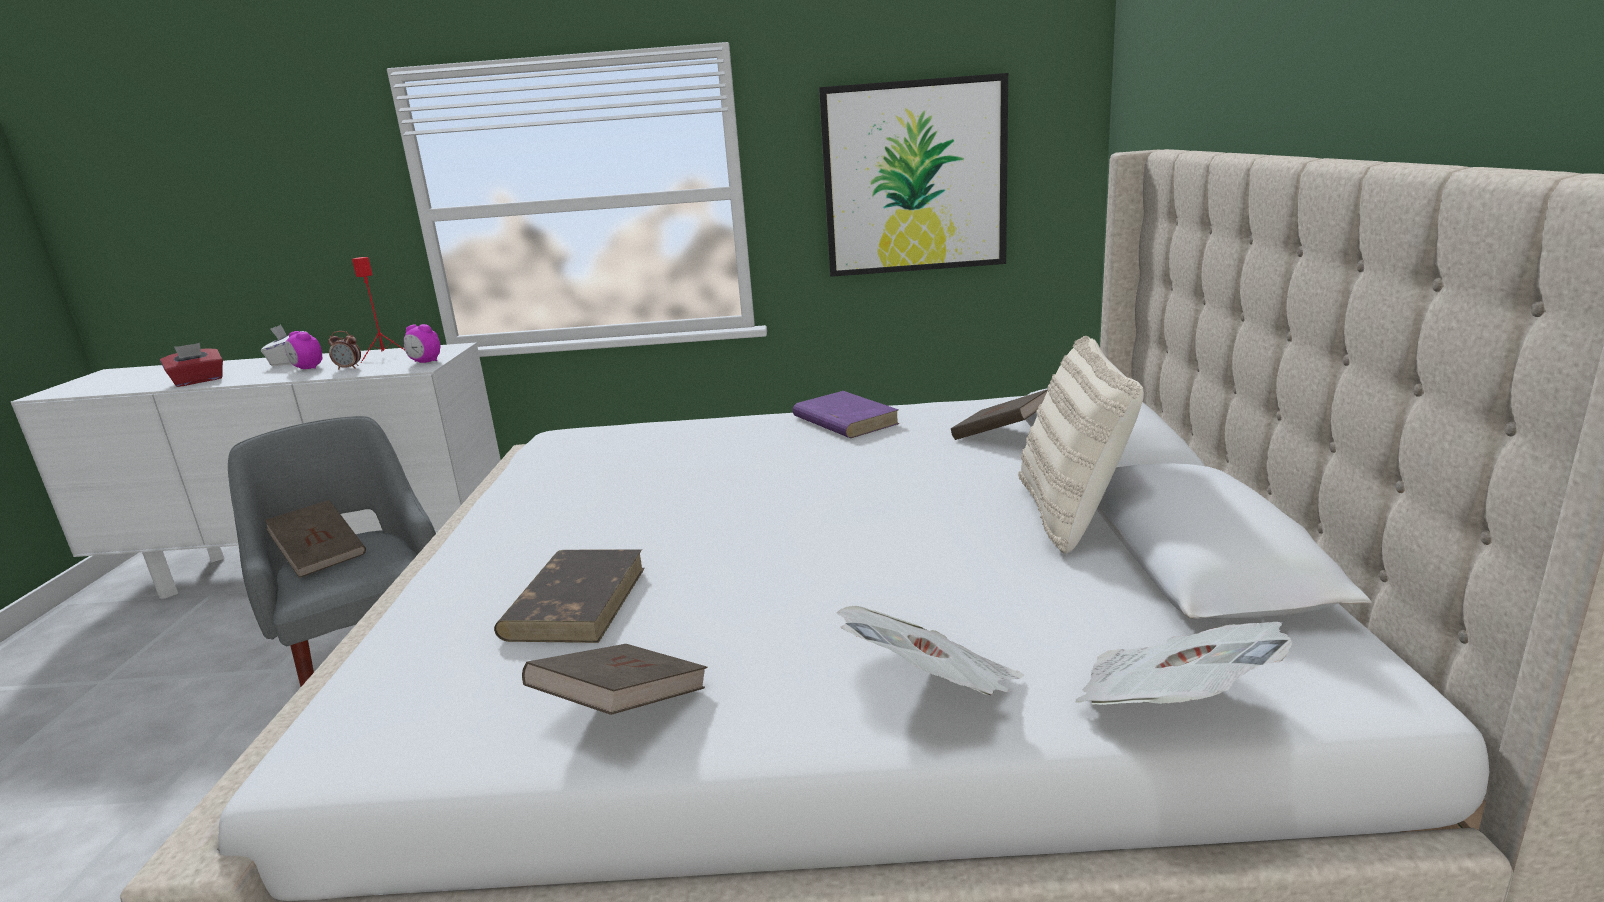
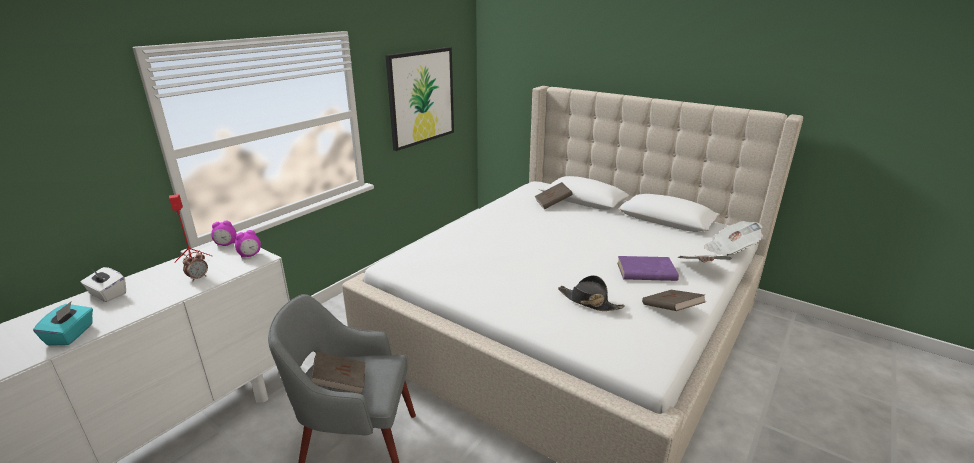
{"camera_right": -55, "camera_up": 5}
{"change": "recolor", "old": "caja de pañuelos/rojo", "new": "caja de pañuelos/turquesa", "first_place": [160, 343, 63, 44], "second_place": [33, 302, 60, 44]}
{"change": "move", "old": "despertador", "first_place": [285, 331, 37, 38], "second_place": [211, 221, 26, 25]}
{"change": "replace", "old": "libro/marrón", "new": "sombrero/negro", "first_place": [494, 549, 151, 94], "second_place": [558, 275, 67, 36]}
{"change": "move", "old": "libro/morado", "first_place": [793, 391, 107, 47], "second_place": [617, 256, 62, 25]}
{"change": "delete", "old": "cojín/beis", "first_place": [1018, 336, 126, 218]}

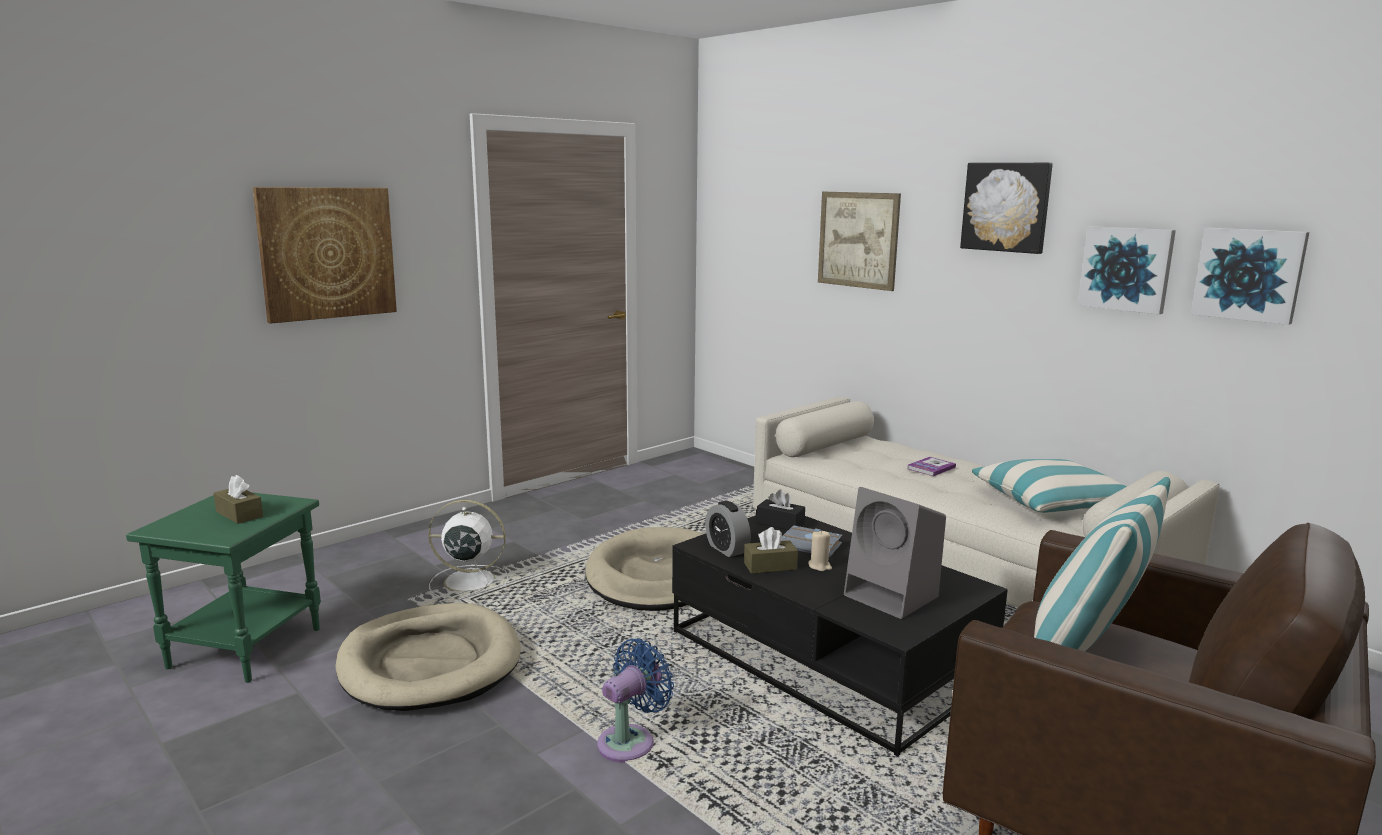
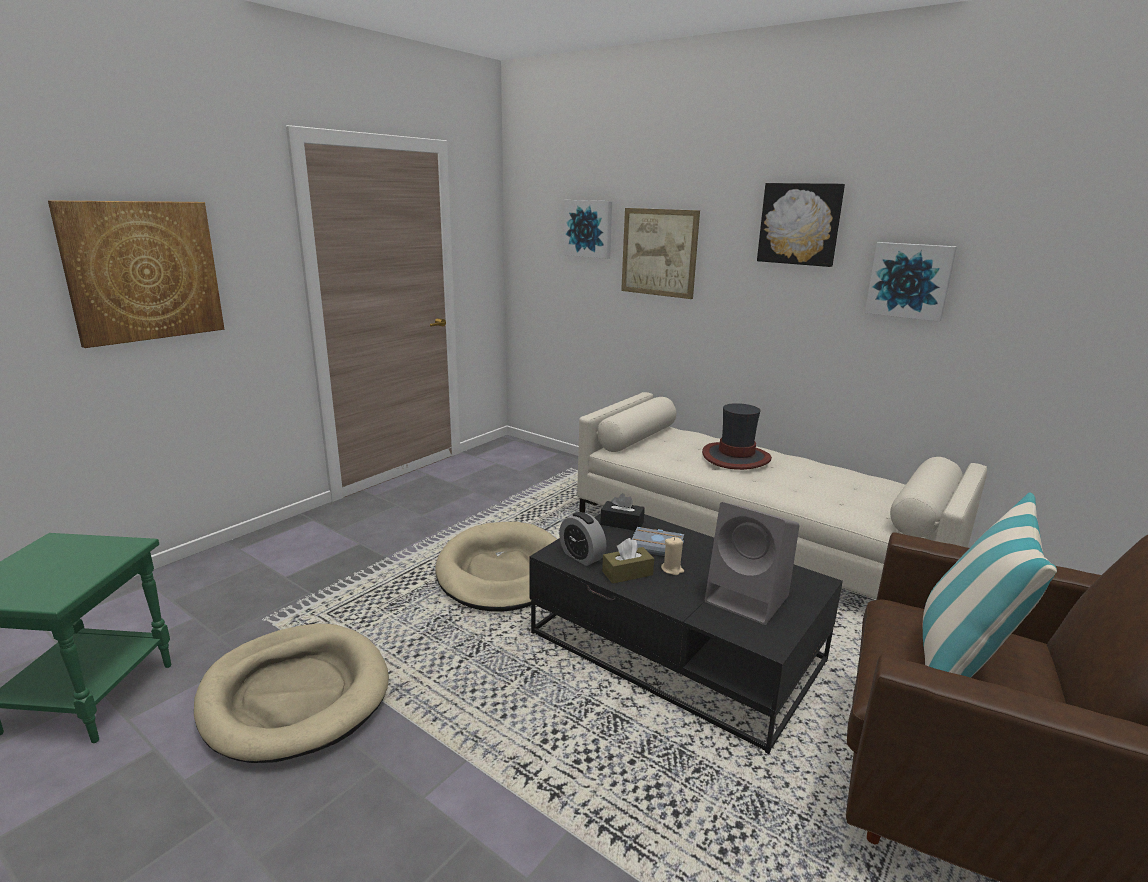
{"camera_right": -10, "camera_up": 5}
{"change": "delete", "old": "caja de pañuelos/marrón", "first_place": [214, 475, 49, 49]}
{"change": "delete", "old": "ventilador/blanco", "first_place": [428, 500, 80, 97]}
{"change": "delete", "old": "ventilador/azul", "first_place": [597, 638, 77, 125]}
{"change": "replace", "old": "libro", "new": "sombrero", "first_place": [908, 457, 48, 19], "second_place": [702, 403, 70, 67]}
{"change": "delete", "old": "cojín", "first_place": [972, 459, 155, 54]}
{"change": "move", "old": "cuadro", "first_place": [1191, 228, 118, 97], "second_place": [564, 200, 48, 59]}

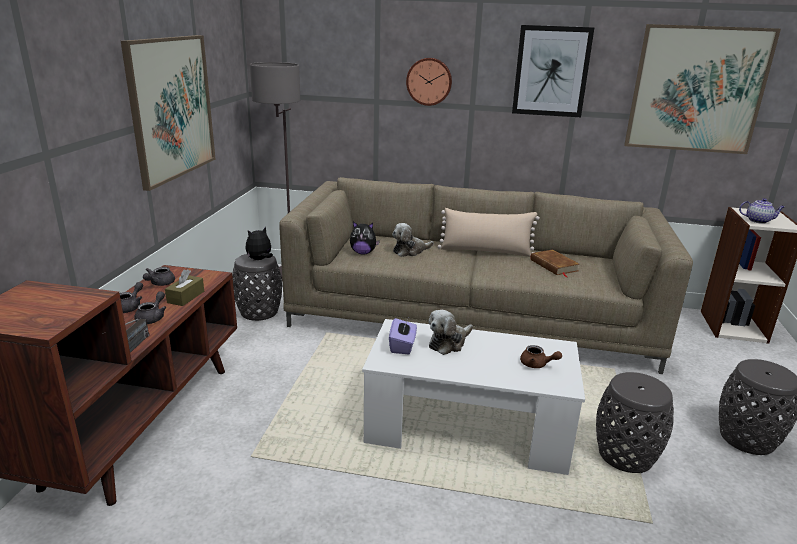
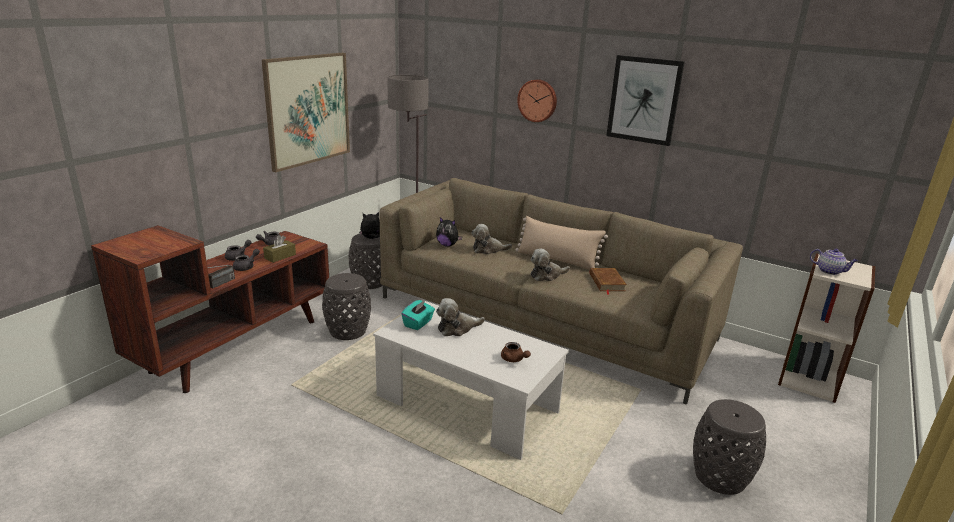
{"camera_right": 20, "camera_up": 0}
{"change": "recolor", "old": "caja de pañuelos/morado", "new": "caja de pañuelos/turquesa", "first_place": [389, 318, 28, 36], "second_place": [401, 300, 34, 30]}
{"change": "move", "old": "taburete/gris", "first_place": [596, 372, 78, 101], "second_place": [322, 273, 49, 67]}
{"change": "delete", "old": "cuadro", "first_place": [624, 24, 157, 130]}
{"change": "insert", "new": "peluche", "second_place": [531, 249, 39, 32]}

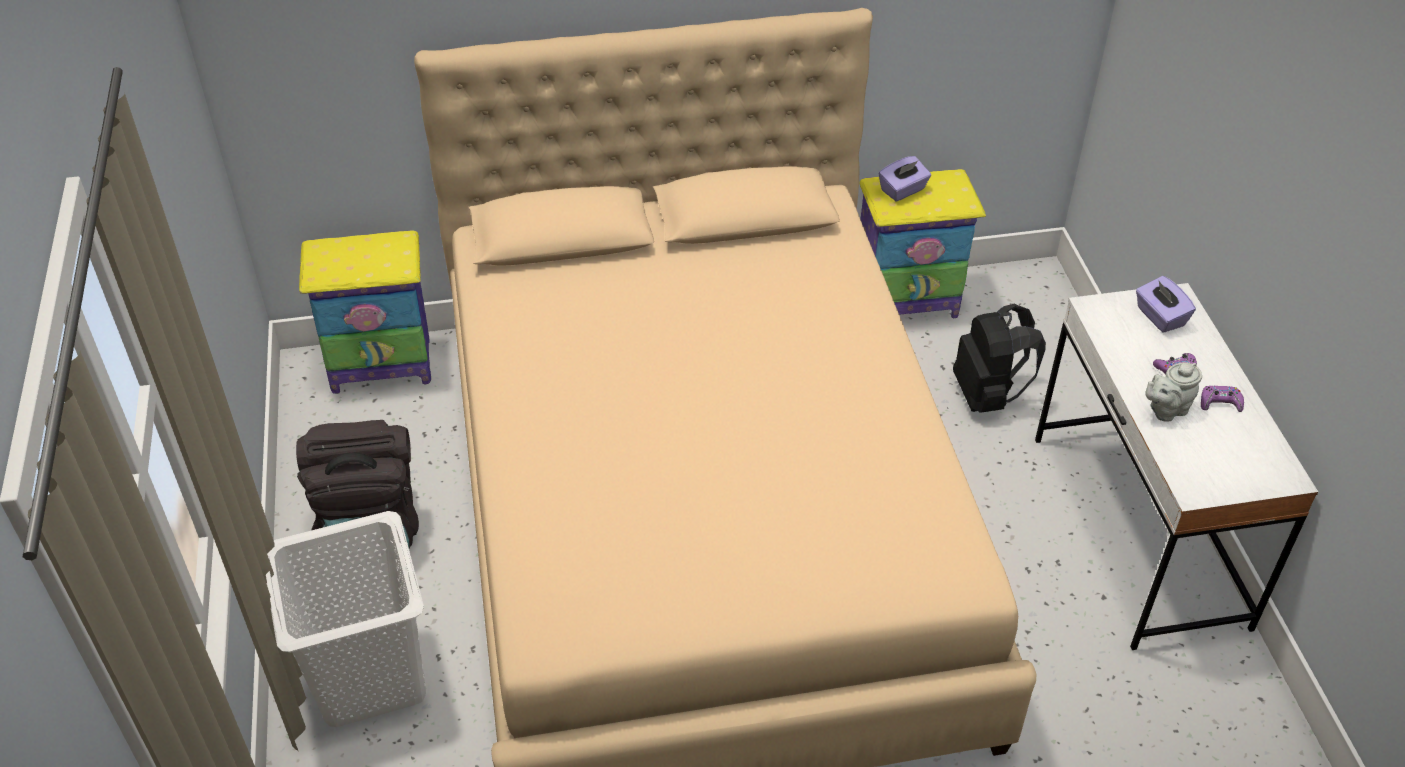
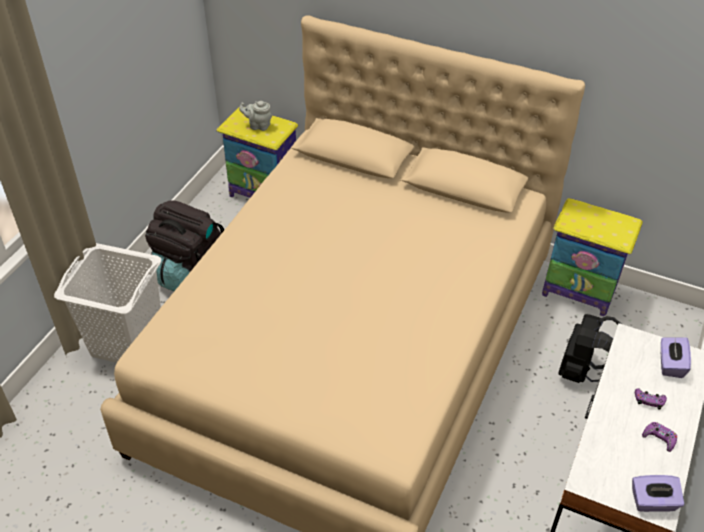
{"camera_right": 35, "camera_up": 0}
{"change": "move", "old": "caja de pañuelos/morado", "first_place": [879, 156, 52, 45], "second_place": [632, 475, 52, 37]}
{"change": "move", "old": "tetera/gris", "first_place": [1145, 362, 57, 60], "second_place": [239, 101, 33, 30]}

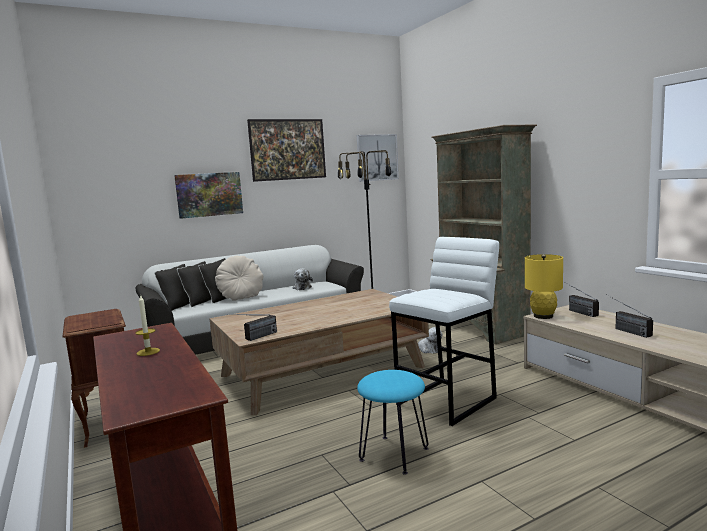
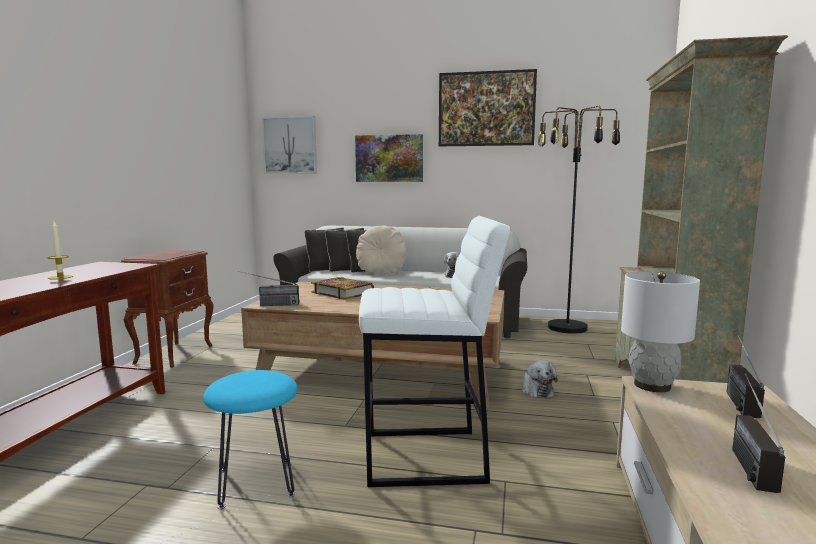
{"camera_right": 40, "camera_up": 0}
{"change": "move", "old": "cuadro", "first_place": [357, 134, 42, 48], "second_place": [262, 116, 55, 58]}
{"change": "recolor", "old": "lámpara de mesa/amarillo", "new": "lámpara de mesa/blanco", "first_place": [525, 254, 38, 65], "second_place": [621, 272, 79, 120]}
{"change": "insert", "new": "libro", "second_place": [311, 277, 63, 23]}

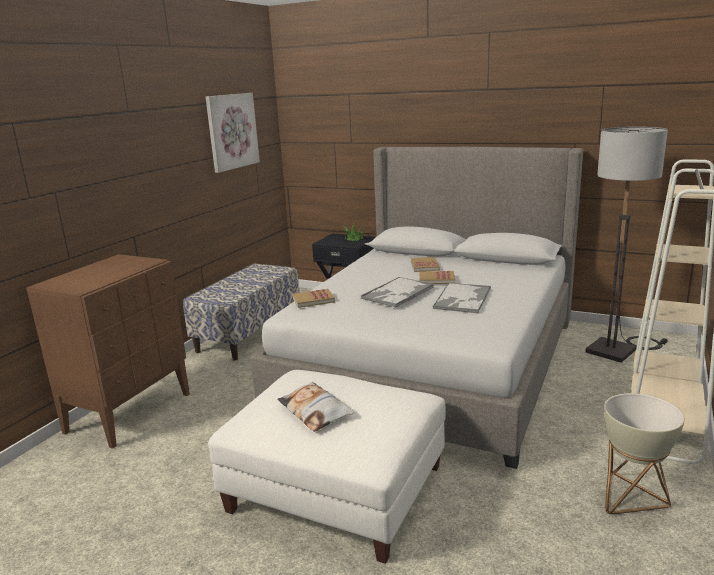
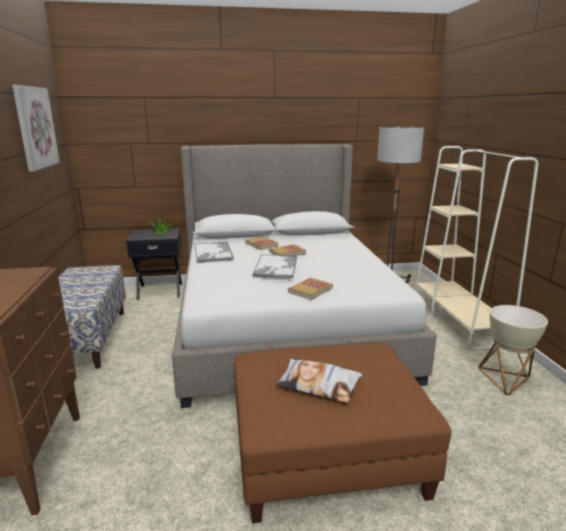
{"camera_right": -35, "camera_up": 0}
{"change": "recolor", "old": "puf/blanco", "new": "puf/marrón", "first_place": [208, 370, 238, 194], "second_place": [234, 343, 217, 180]}
{"change": "move", "old": "libro", "first_place": [292, 289, 43, 19], "second_place": [288, 278, 45, 22]}
{"change": "move", "old": "bandeja", "first_place": [433, 283, 58, 30], "second_place": [194, 242, 40, 21]}

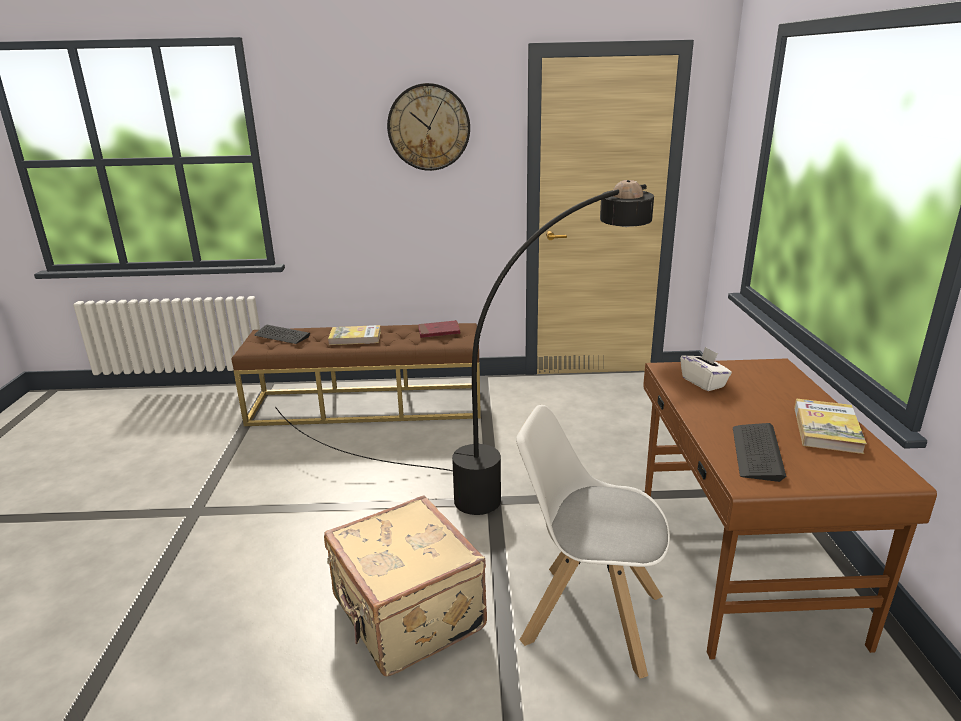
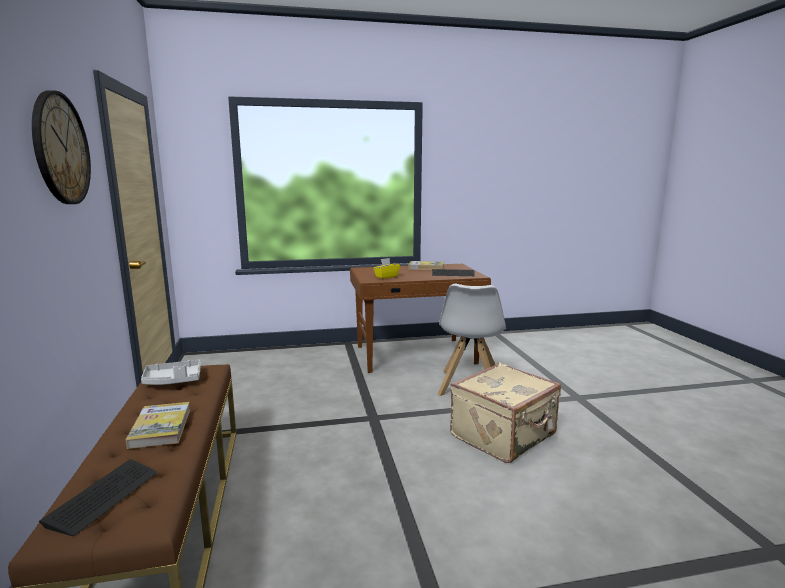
{"camera_right": -100, "camera_up": -10}
{"change": "delete", "old": "lámpara de pie/negro", "first_place": [275, 180, 379, 335]}
{"change": "replace", "old": "libro/rojo", "new": "bandeja/gris", "first_place": [418, 320, 42, 18], "second_place": [141, 360, 60, 25]}
{"change": "recolor", "old": "caja de pañuelos/blanco", "new": "caja de pañuelos/amarillo", "first_place": [680, 347, 52, 44], "second_place": [373, 258, 27, 21]}

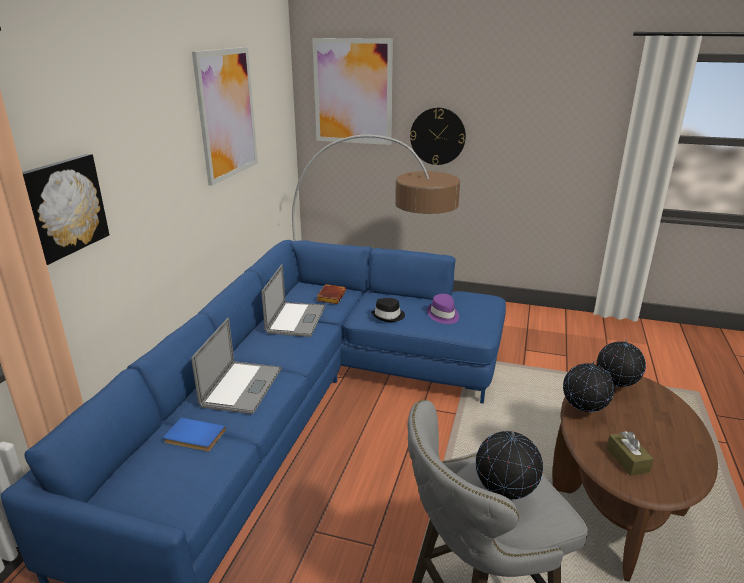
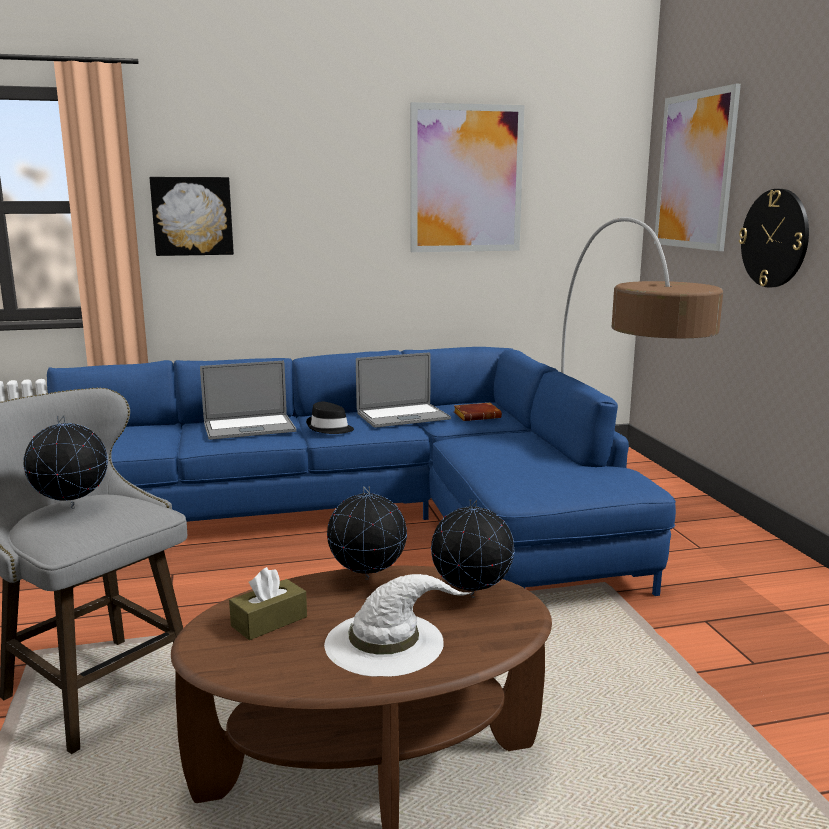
{"camera_right": 60, "camera_up": -10}
{"change": "delete", "old": "libro/azul", "first_place": [163, 417, 63, 35]}
{"change": "move", "old": "sombrero/negro", "first_place": [371, 298, 34, 24], "second_place": [306, 402, 48, 32]}
{"change": "delete", "old": "sombrero/morado", "first_place": [427, 294, 32, 30]}
{"change": "insert", "new": "sombrero/blanco", "second_place": [324, 574, 148, 102]}

